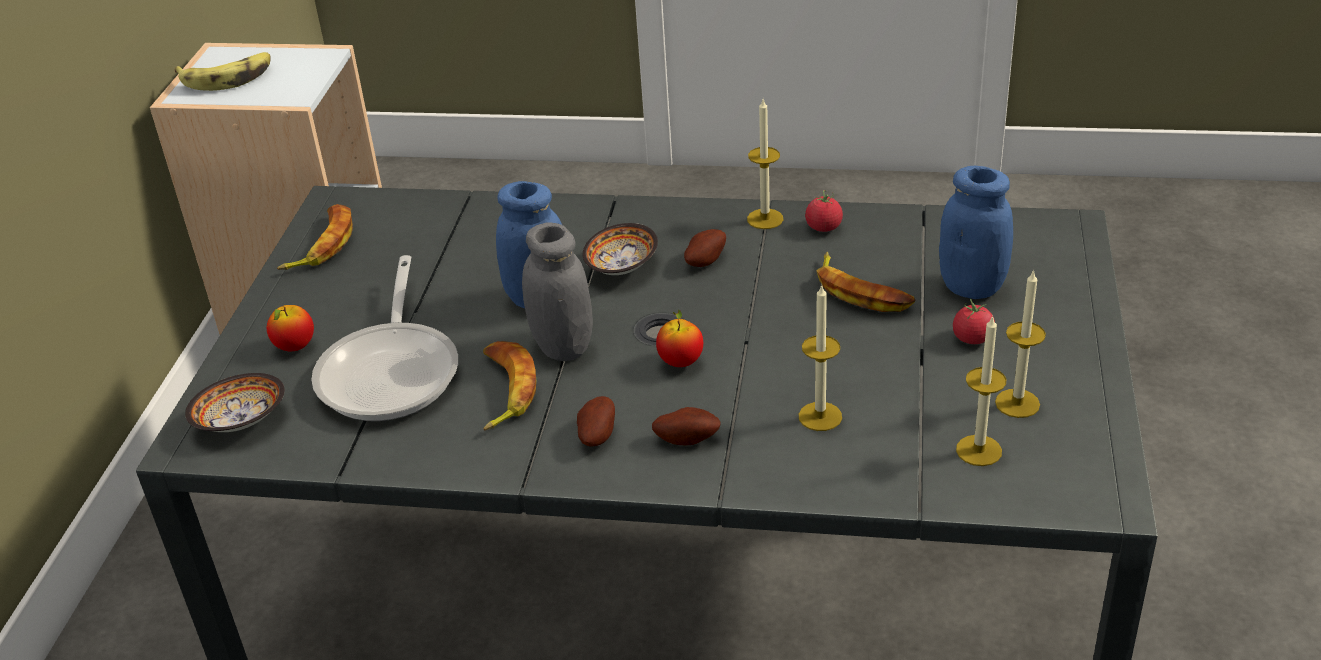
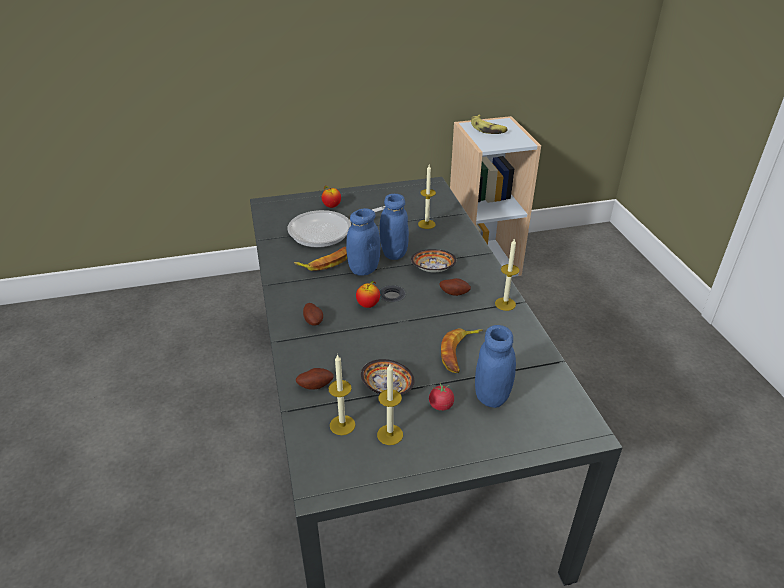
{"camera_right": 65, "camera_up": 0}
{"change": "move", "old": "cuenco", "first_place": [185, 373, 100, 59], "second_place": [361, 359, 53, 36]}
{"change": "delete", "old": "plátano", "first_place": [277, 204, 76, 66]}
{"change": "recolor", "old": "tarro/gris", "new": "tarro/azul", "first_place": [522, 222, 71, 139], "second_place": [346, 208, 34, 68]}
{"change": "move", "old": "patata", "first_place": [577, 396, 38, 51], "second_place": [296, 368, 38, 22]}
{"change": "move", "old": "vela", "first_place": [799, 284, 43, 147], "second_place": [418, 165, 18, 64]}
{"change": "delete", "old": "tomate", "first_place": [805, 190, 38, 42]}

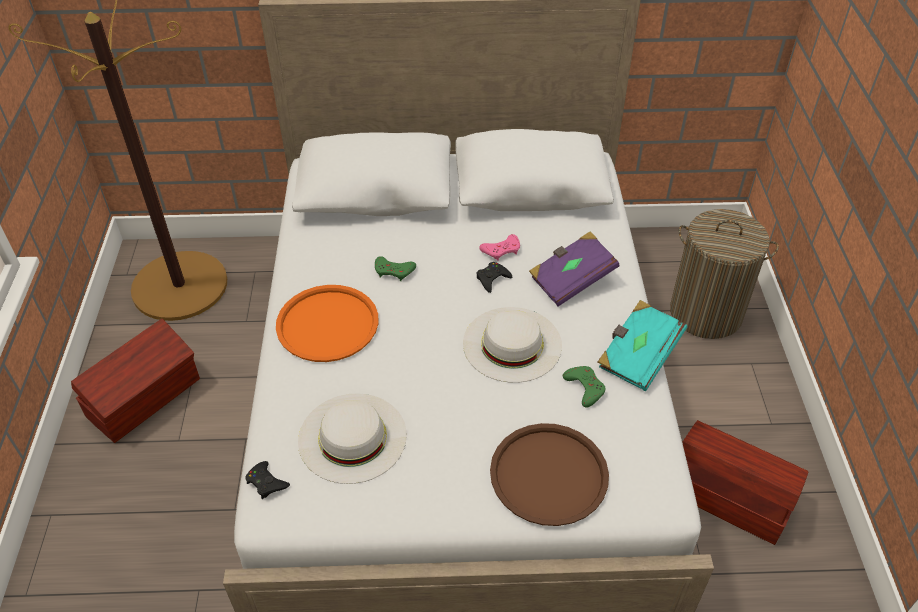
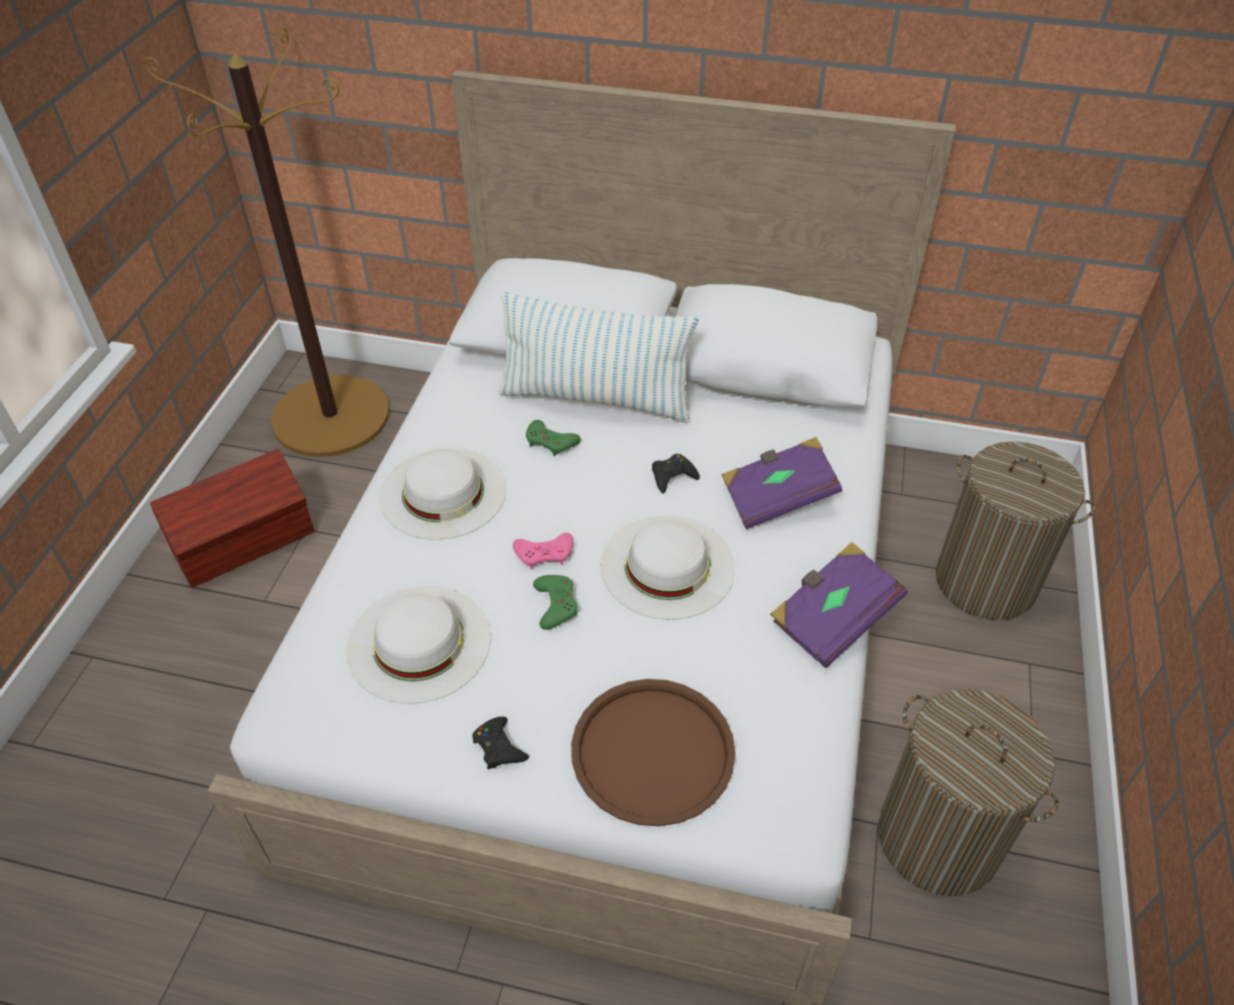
{"camera_right": 15, "camera_up": 0}
{"change": "move", "old": "mando de consola/negro", "first_place": [245, 461, 45, 38], "second_place": [472, 717, 57, 52]}
{"change": "replace", "old": "bandeja/naranja", "new": "sombrero/blanco", "first_place": [276, 285, 103, 77], "second_place": [379, 448, 127, 92]}
{"change": "move", "old": "mando de consola/rosa", "first_place": [479, 234, 41, 27], "second_place": [513, 533, 60, 36]}
{"change": "move", "old": "mando de consola/verde", "first_place": [563, 366, 43, 42], "second_place": [533, 575, 45, 55]}
{"change": "recolor", "old": "libro/turquesa", "new": "libro/morado", "first_place": [598, 300, 89, 91], "second_place": [770, 542, 138, 126]}
{"change": "replace", "old": "caja de almacenaje/marrón", "new": "cesto de la ropa", "first_place": [682, 420, 126, 125], "second_place": [878, 689, 181, 208]}
{"change": "insert", "new": "cojín", "second_place": [498, 291, 200, 132]}

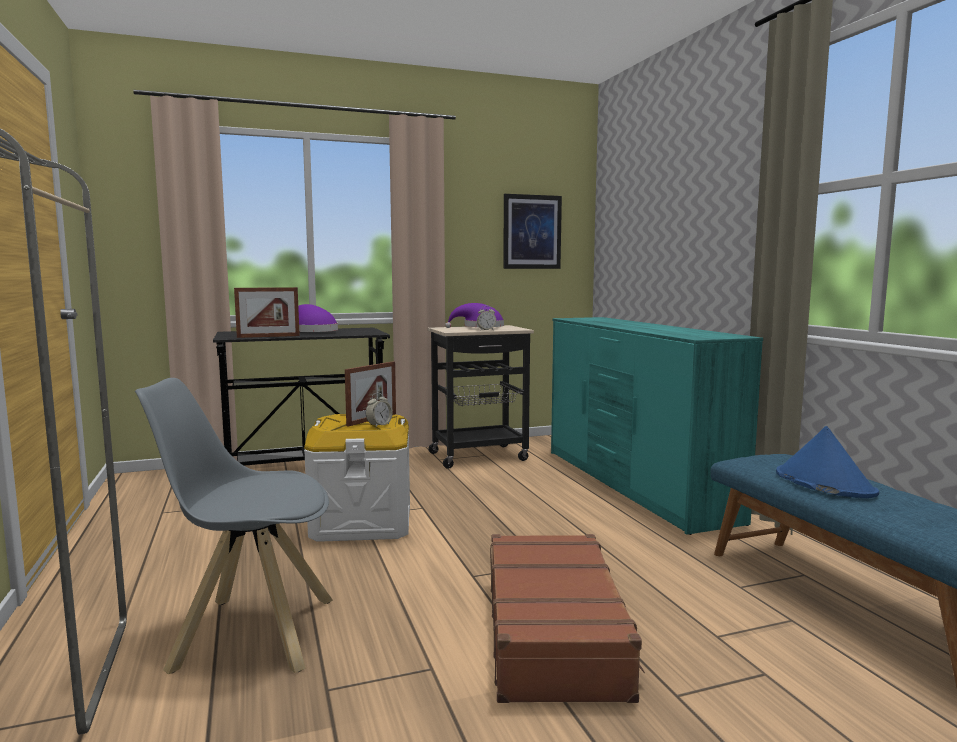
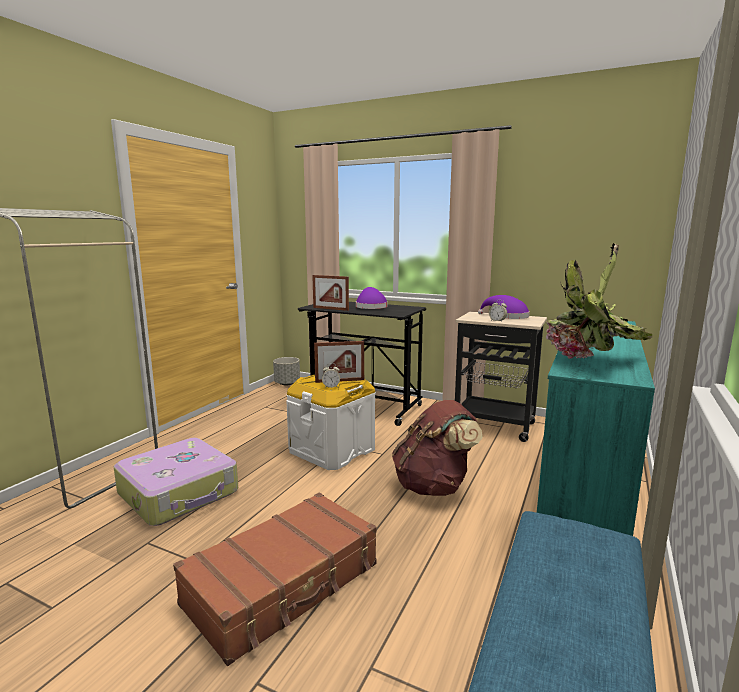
{"camera_right": 45, "camera_up": 5}
{"change": "replace", "old": "silla/gris", "new": "maleta", "first_place": [135, 378, 198, 296], "second_place": [114, 438, 124, 88]}
{"change": "delete", "old": "cuadro", "first_place": [503, 194, 59, 75]}
{"change": "delete", "old": "sombrero/azul", "first_place": [776, 426, 103, 72]}
{"change": "insert", "new": "maceta/gris", "second_place": [273, 357, 27, 28]}
{"change": "insert", "new": "mochila/marrón", "second_place": [392, 400, 91, 96]}
{"change": "insert", "new": "planta en maceta", "second_place": [546, 243, 106, 116]}

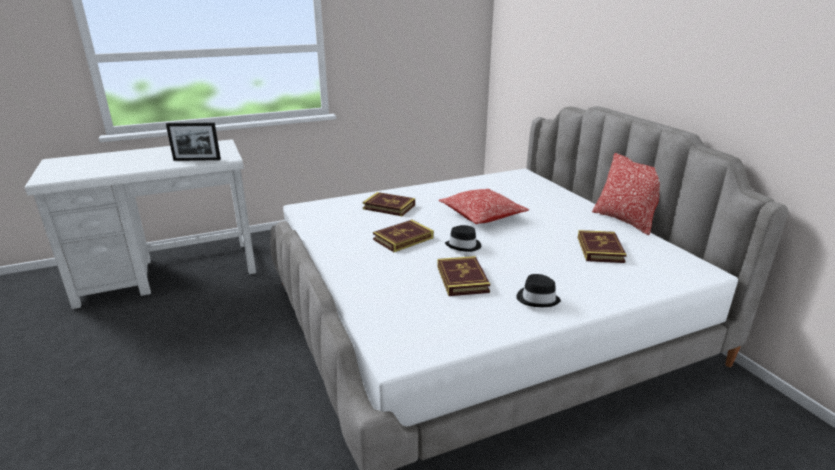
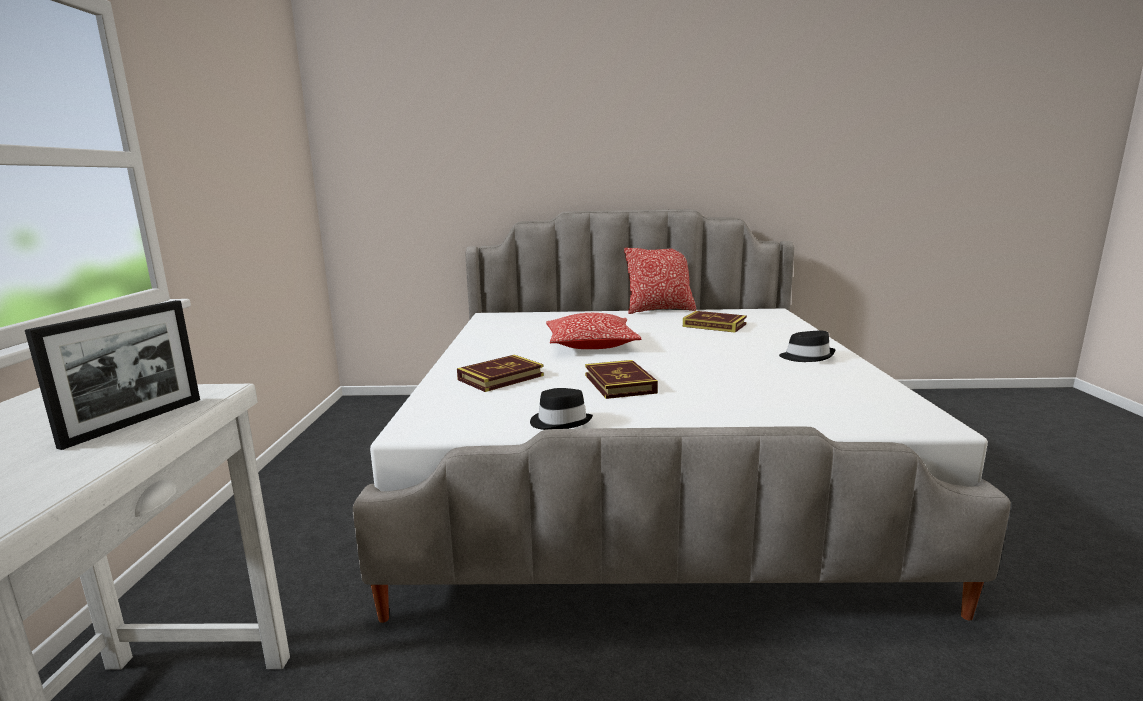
{"camera_right": -65, "camera_up": -10}
{"change": "delete", "old": "libro", "first_place": [437, 256, 53, 40]}
{"change": "move", "old": "sombrero/negro", "first_place": [445, 225, 36, 27], "second_place": [530, 388, 63, 42]}

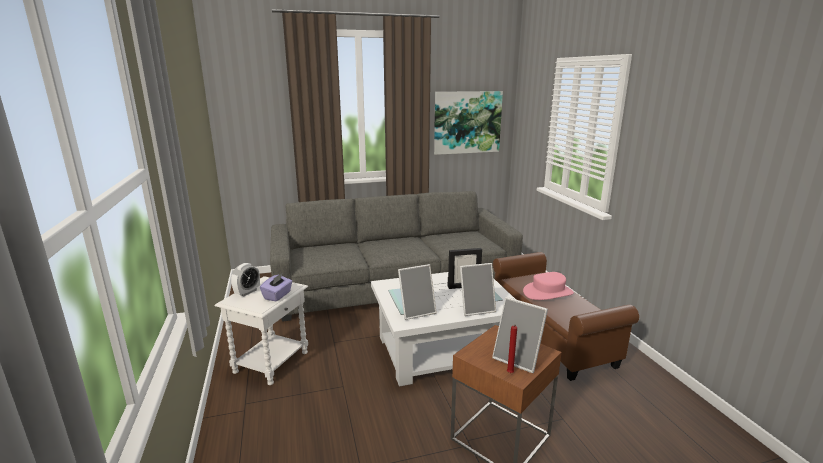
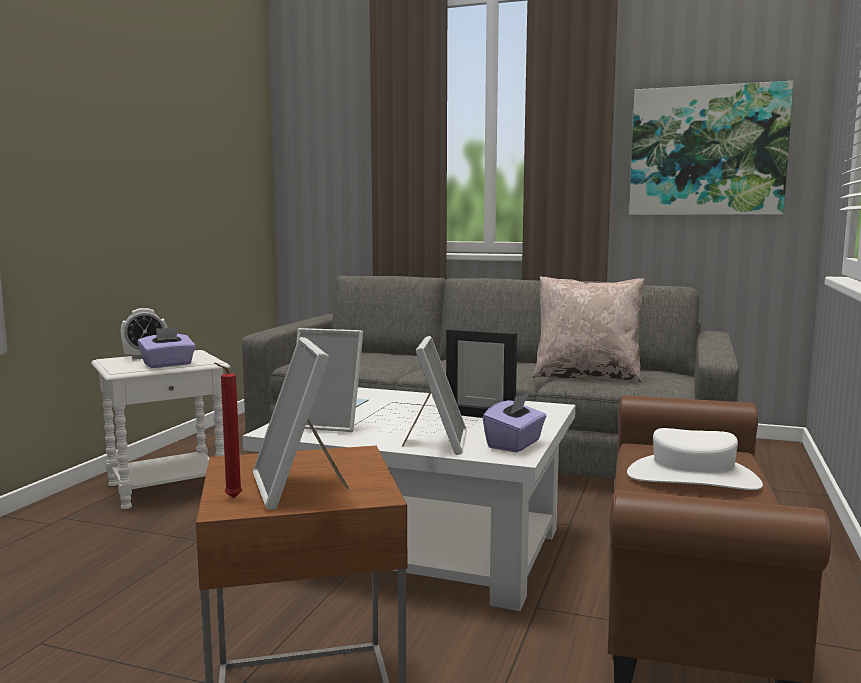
{"camera_right": 35, "camera_up": -10}
{"change": "rotate", "old": "portarretratos", "first_place": [460, 263, 36, 53], "second_place": [402, 336, 65, 119], "degrees": -105}
{"change": "recolor", "old": "sombrero/rosa", "new": "sombrero/blanco", "first_place": [523, 272, 51, 28], "second_place": [627, 428, 136, 62]}
{"change": "insert", "new": "caja de pañuelos/morado", "second_place": [483, 393, 63, 60]}
{"change": "insert", "new": "cojín/beis", "second_place": [532, 276, 113, 107]}

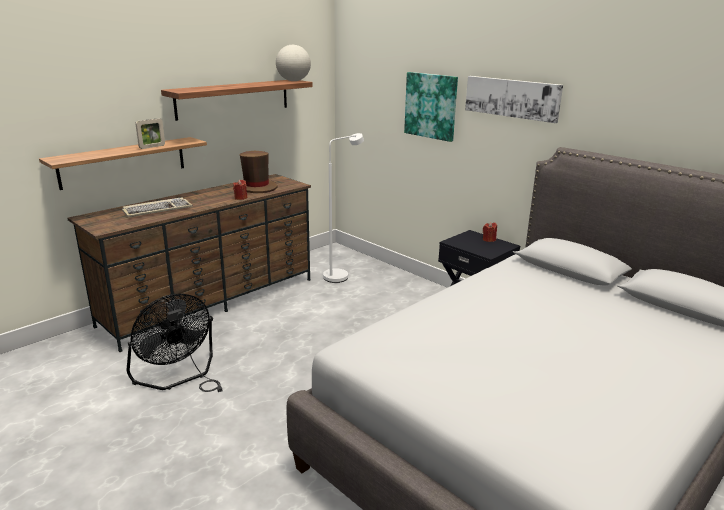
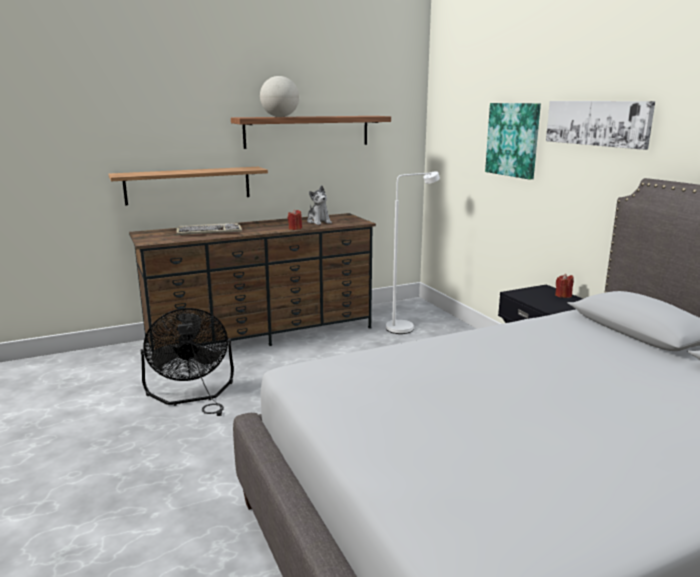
{"camera_right": 20, "camera_up": -5}
{"change": "delete", "old": "portarretratos", "first_place": [135, 118, 30, 31]}
{"change": "replace", "old": "sombrero/marrón", "new": "peluche", "first_place": [240, 151, 37, 42], "second_place": [307, 185, 25, 40]}
{"change": "move", "old": "globo terráqueo", "first_place": [276, 45, 35, 36], "second_place": [260, 76, 39, 41]}

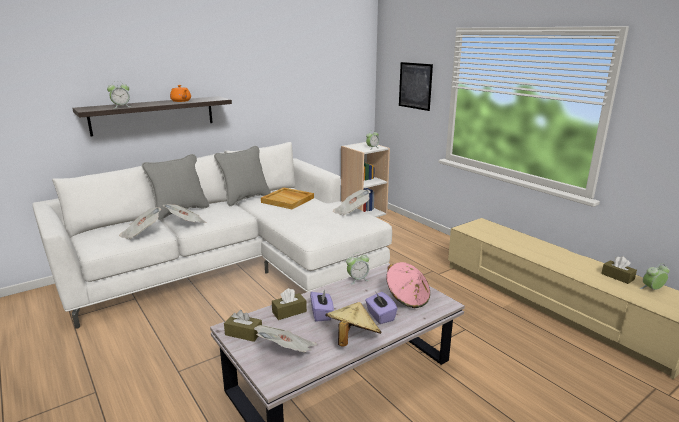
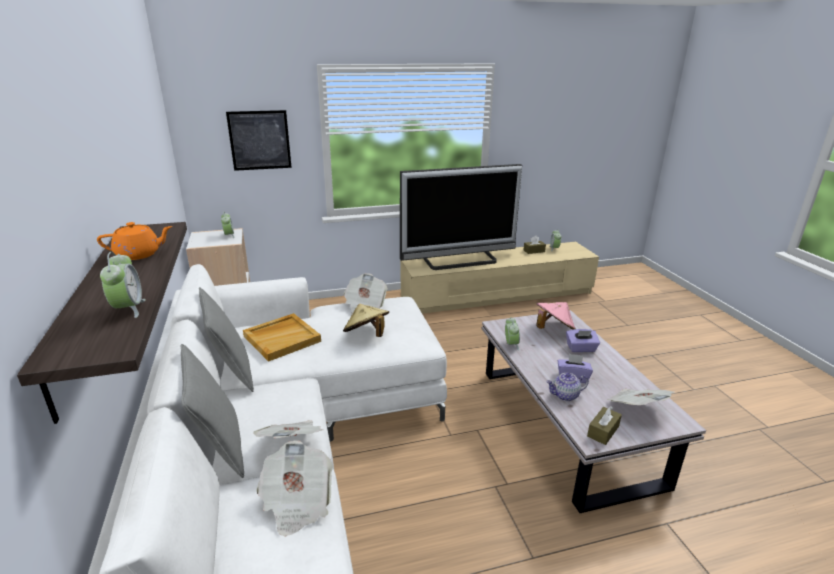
{"camera_right": -70, "camera_up": 5}
{"change": "replace", "old": "caja de pañuelos/marrón", "new": "tetera", "first_place": [272, 288, 35, 32], "second_place": [546, 373, 43, 28]}
{"change": "move", "old": "sombrero/beis", "first_place": [325, 302, 57, 45], "second_place": [343, 303, 46, 34]}
{"change": "insert", "new": "televisor", "second_place": [400, 164, 122, 106]}

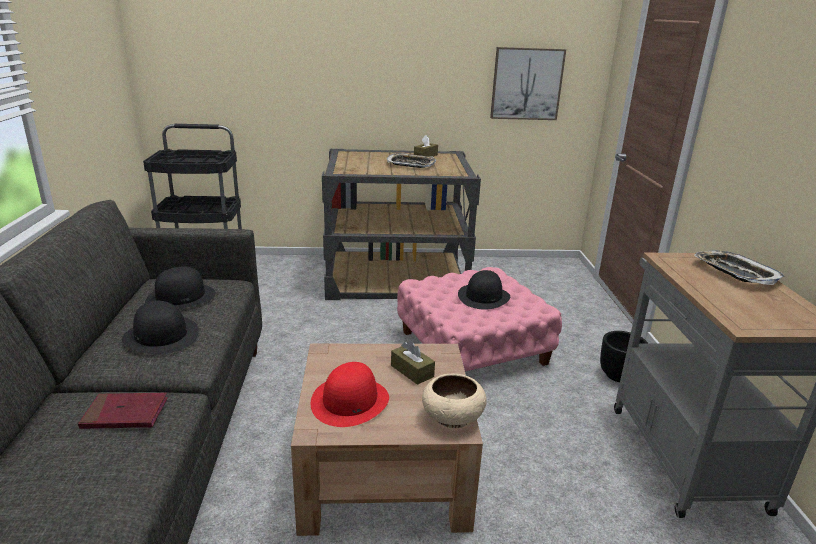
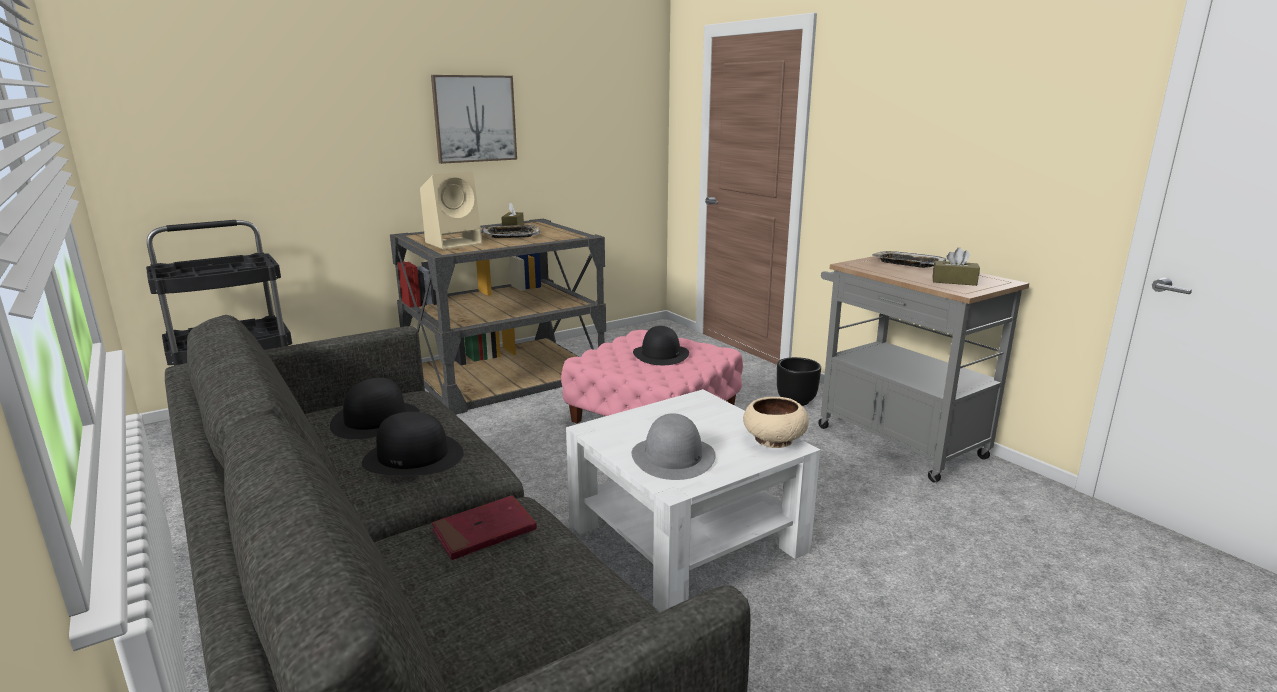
{"camera_right": -30, "camera_up": -5}
{"change": "recolor", "old": "mesa de centro/marrón", "new": "mesa de centro/blanco", "first_place": [291, 344, 192, 192], "second_place": [566, 389, 254, 223]}
{"change": "recolor", "old": "sombrero/rojo", "new": "sombrero/gris", "first_place": [311, 362, 78, 65], "second_place": [632, 413, 84, 67]}
{"change": "move", "old": "caja de pañuelos/marrón", "first_place": [391, 341, 44, 44], "second_place": [932, 247, 48, 39]}
{"change": "move", "old": "cuadro", "first_place": [490, 47, 76, 73], "second_place": [431, 75, 86, 89]}
{"change": "insert", "new": "altavoz/beis", "second_place": [420, 171, 62, 78]}

